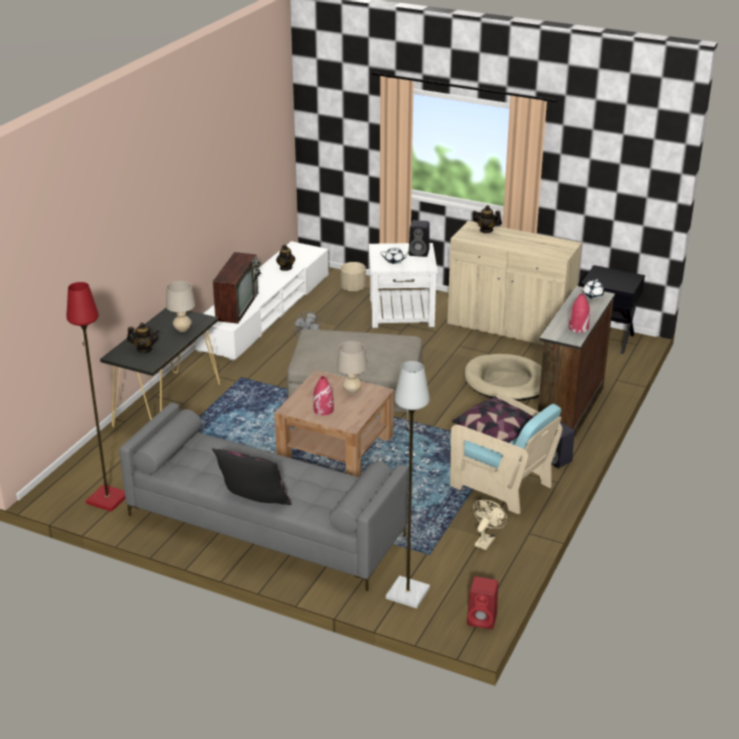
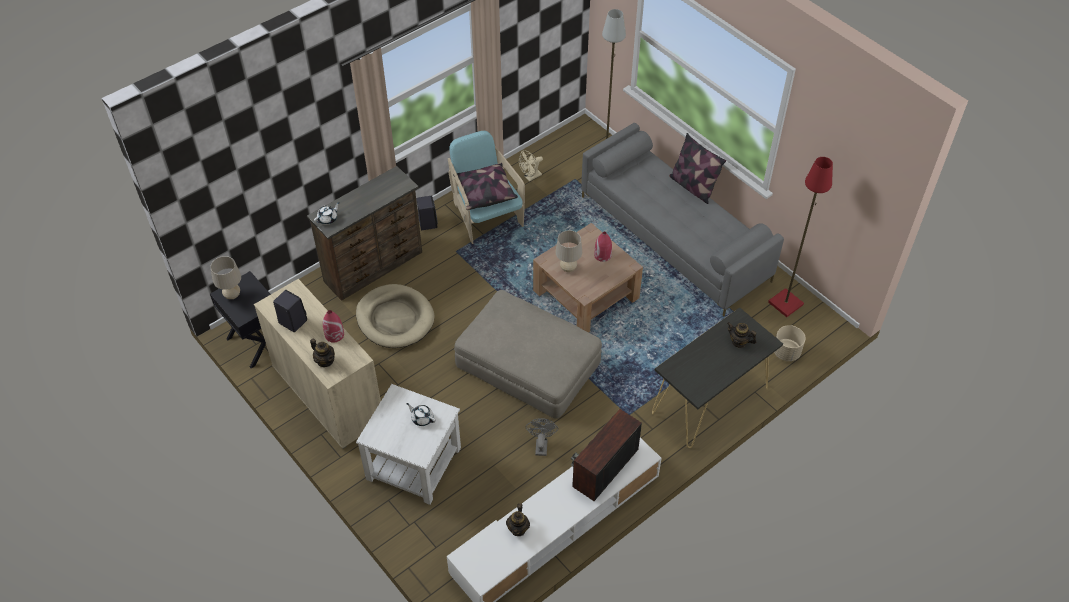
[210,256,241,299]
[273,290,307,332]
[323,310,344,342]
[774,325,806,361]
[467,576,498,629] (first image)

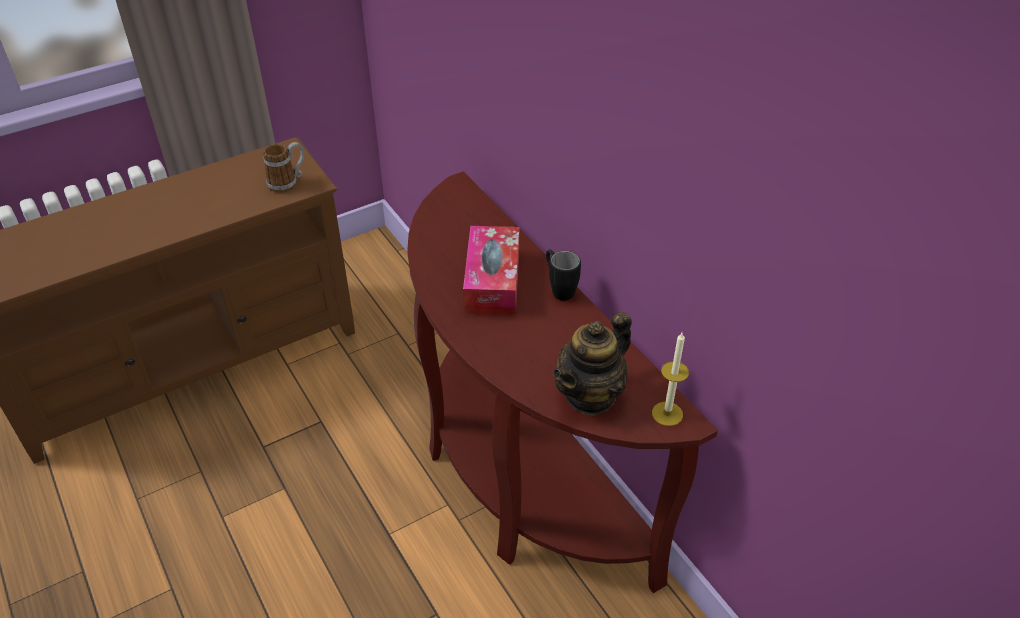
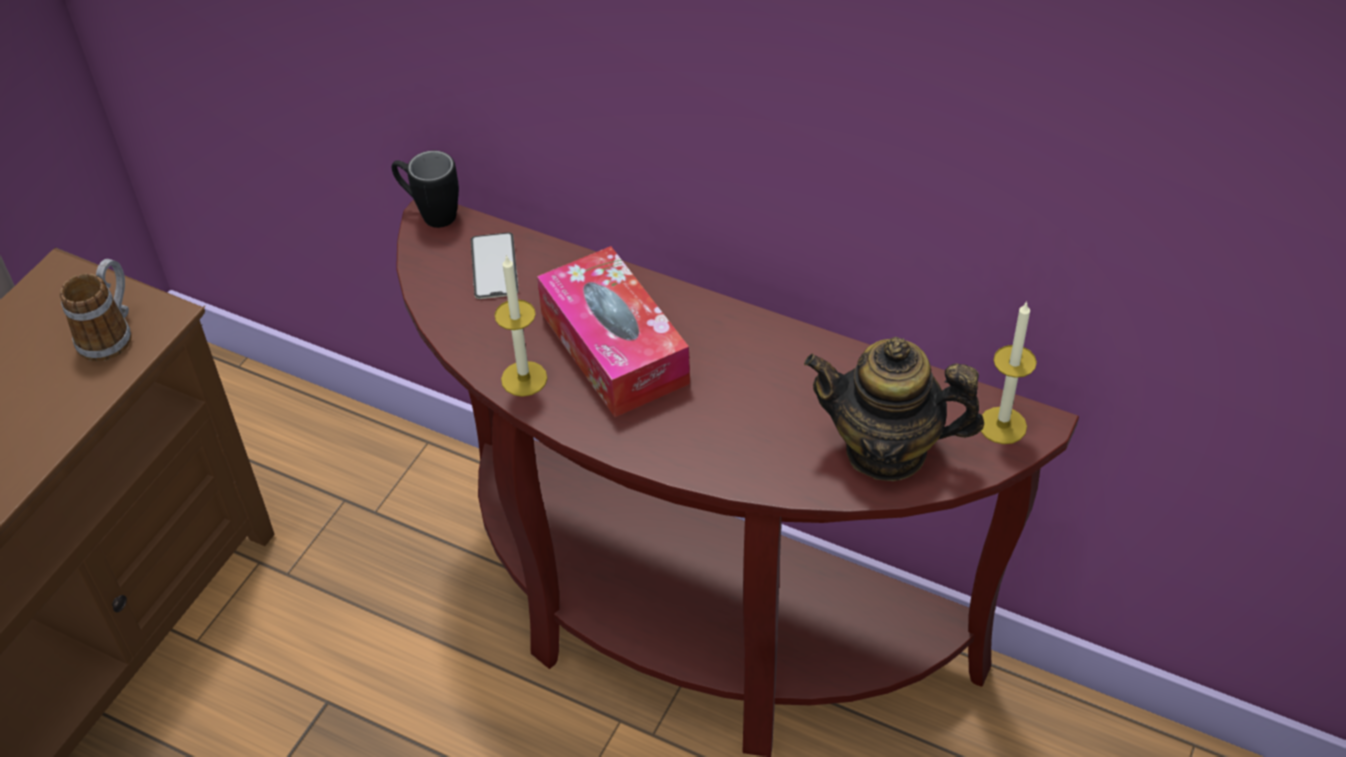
[392,151,459,228]
[471,232,519,299]
[494,255,547,397]
[804,337,984,481]

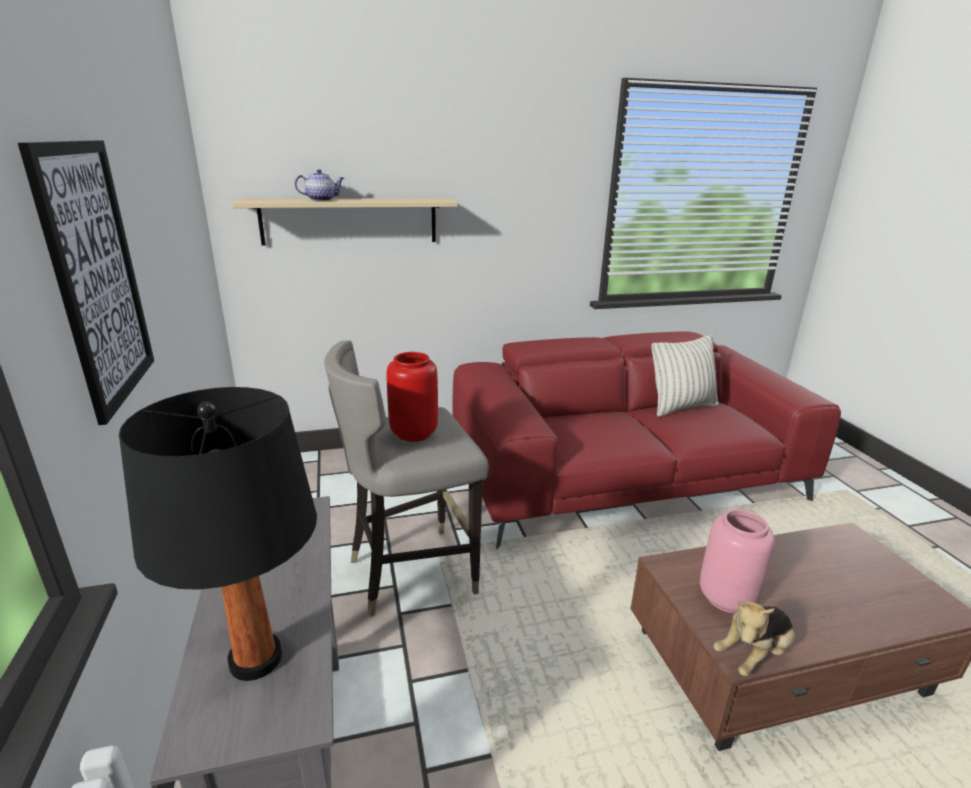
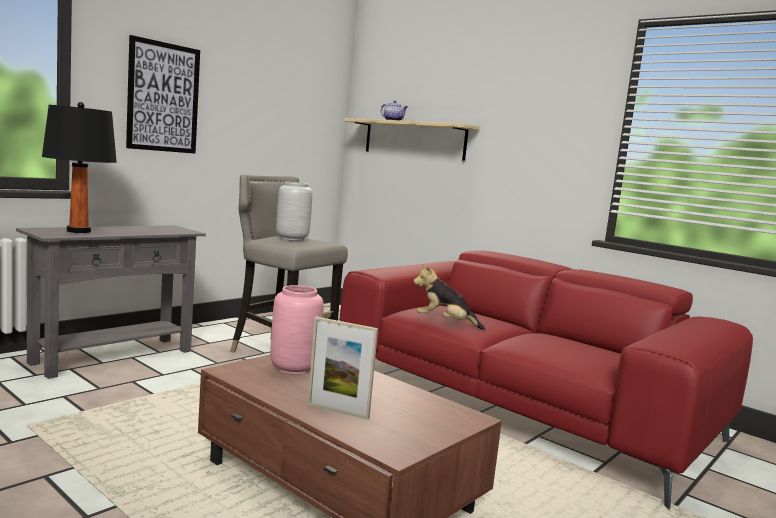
[276,182,312,241]
[308,316,378,419]
[413,264,485,330]
[652,335,718,417] (first image)

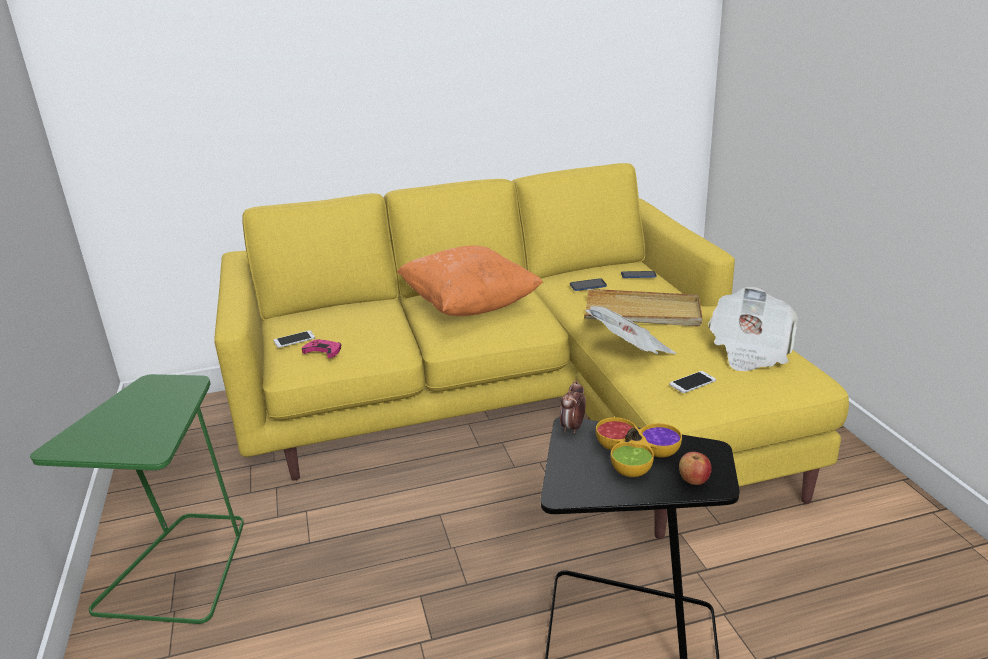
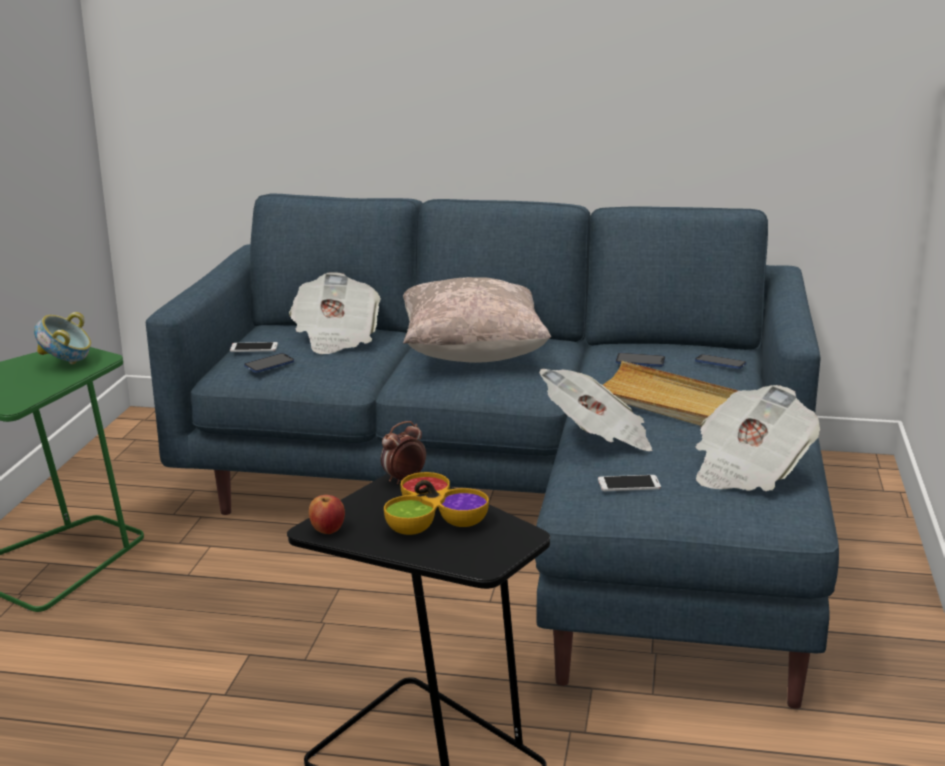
[34,312,91,364]
[146,193,839,709]
[244,353,294,373]
[289,272,381,354]
[309,495,345,534]
[403,277,551,363]

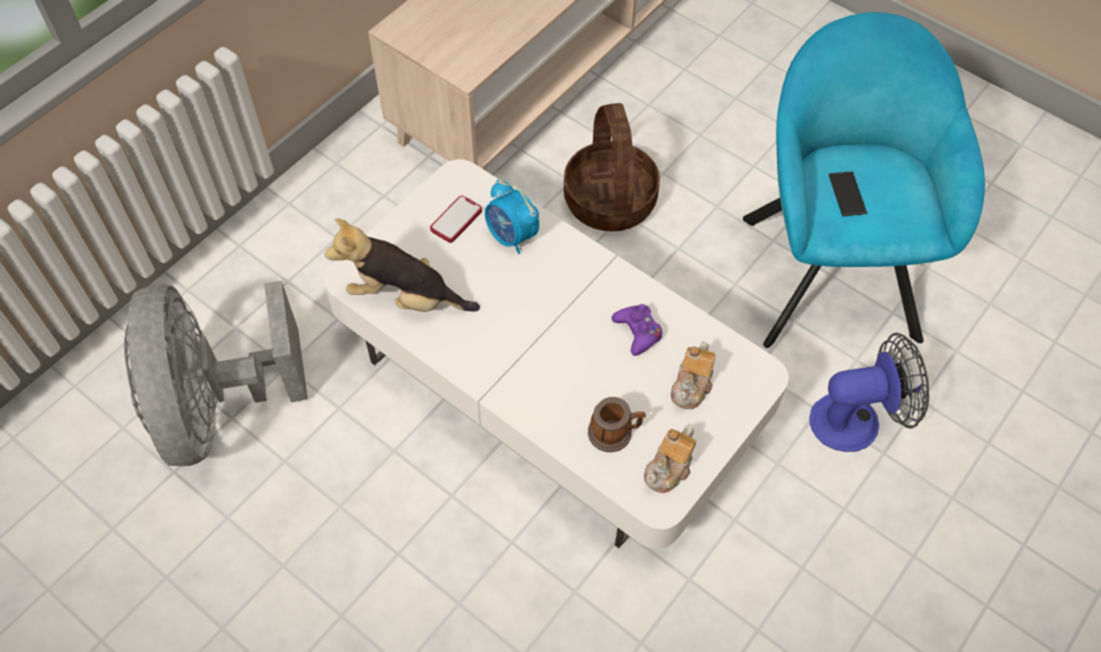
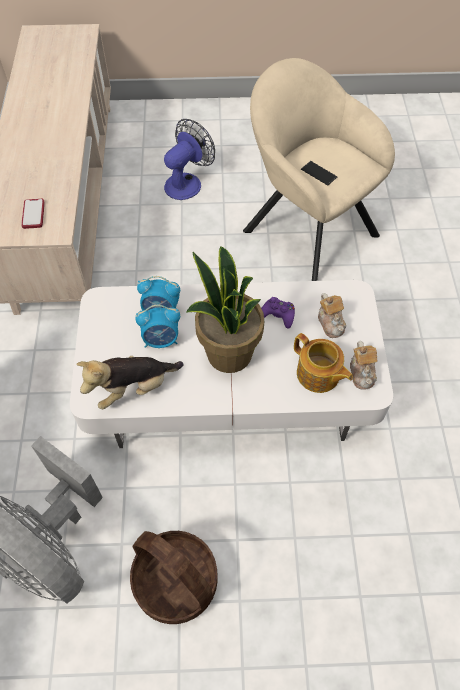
[21,199,45,229]
[130,531,218,624]
[136,305,180,348]
[164,119,215,200]
[186,246,264,373]
[243,58,395,281]
[294,333,353,393]

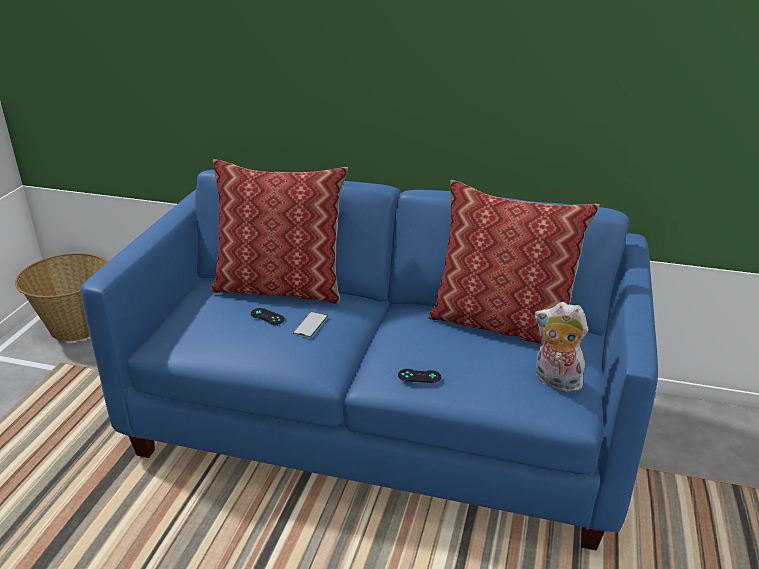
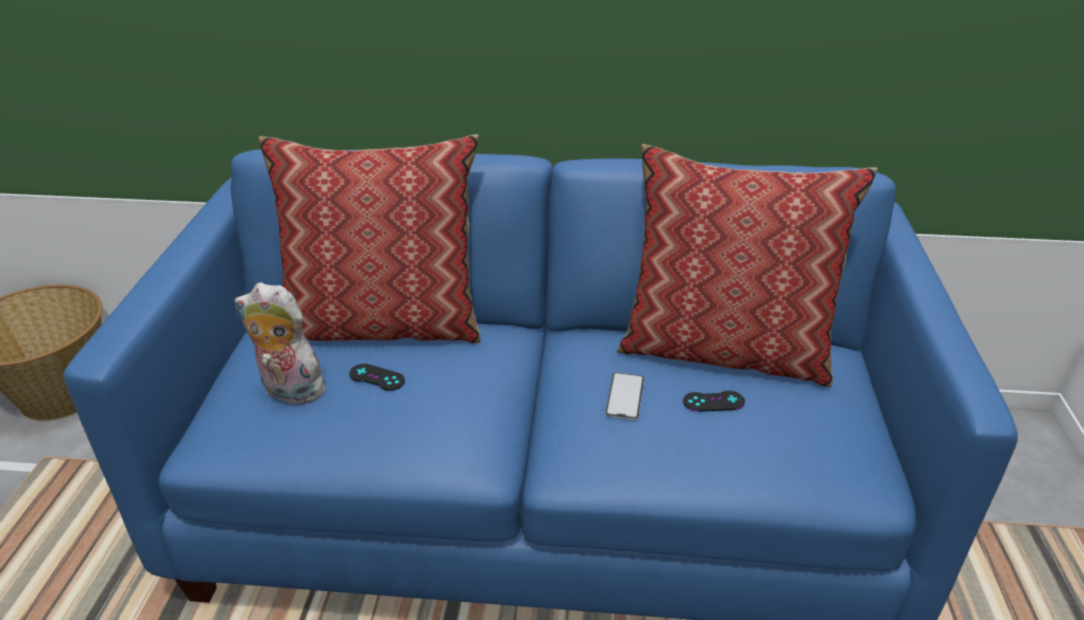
[235,283,326,405]
[605,372,644,420]
[683,391,745,412]

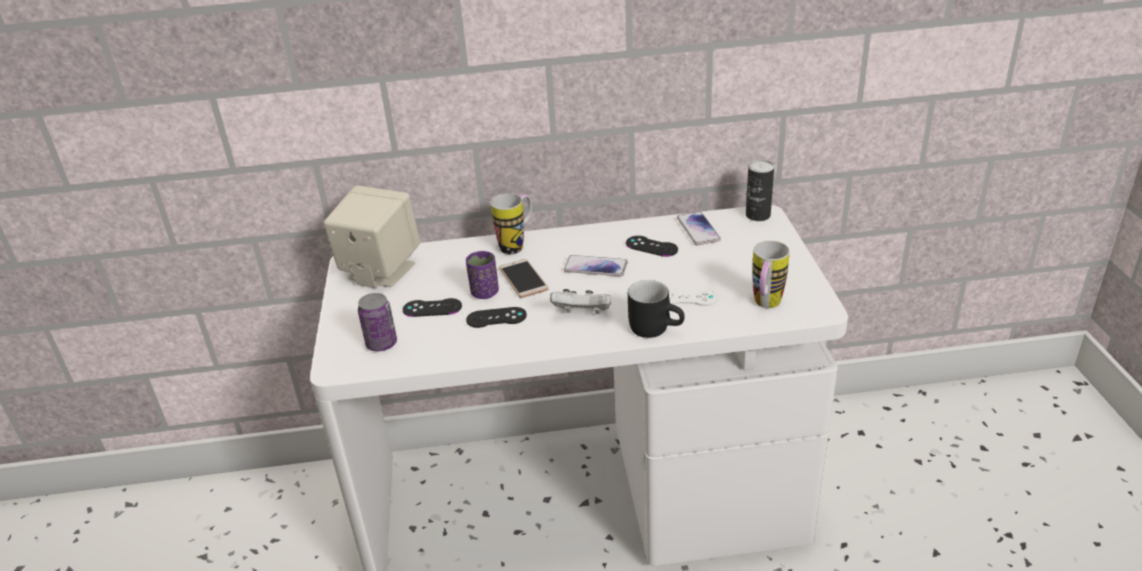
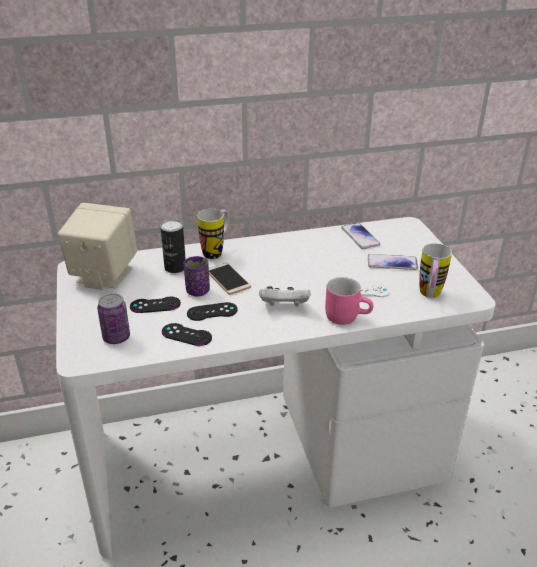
[160,220,186,273]
[162,323,212,346]
[325,277,373,325]
[368,254,418,270]

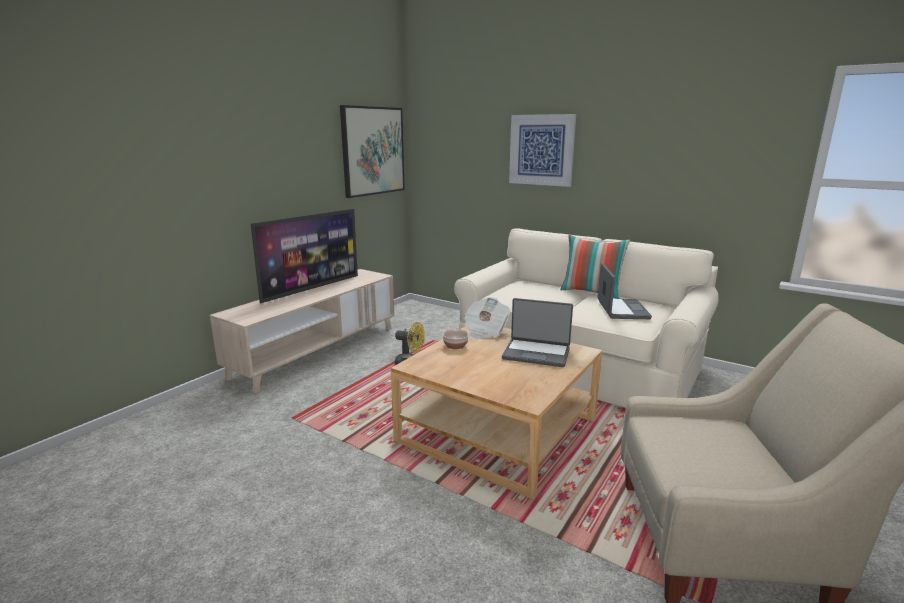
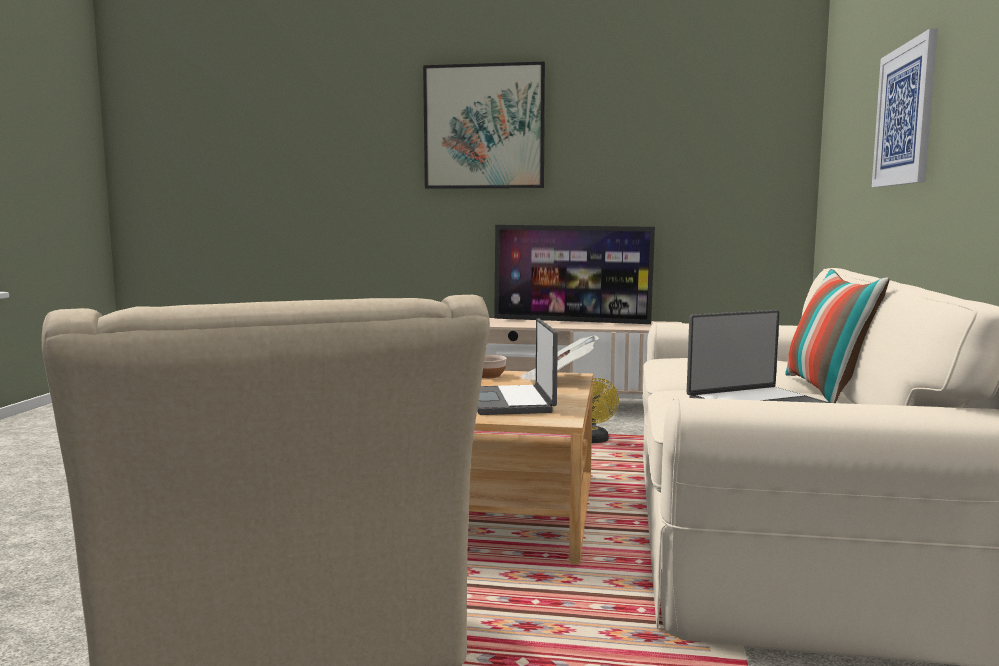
[423,62,545,189]

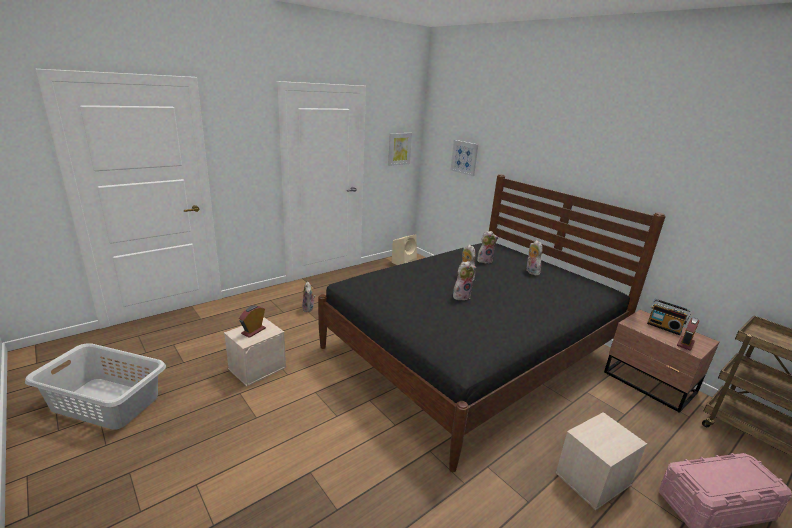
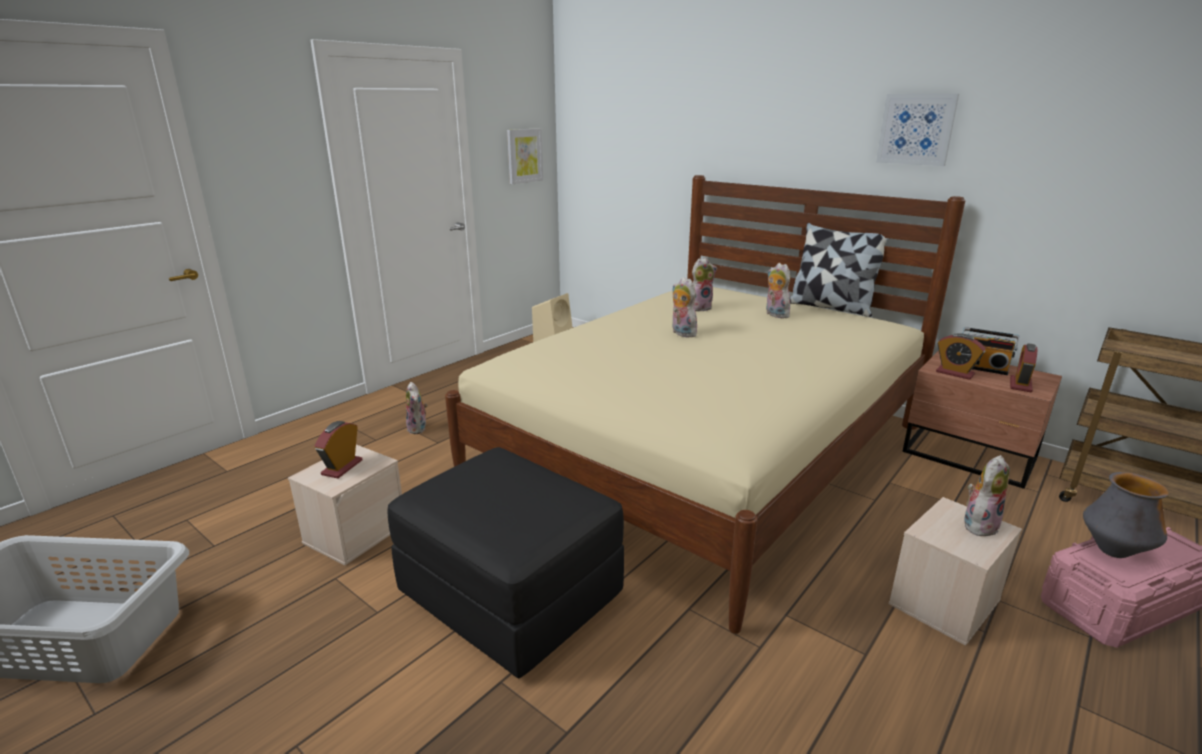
[388,447,624,679]
[445,175,965,634]
[790,223,889,317]
[876,94,959,166]
[936,333,986,380]
[964,455,1010,536]
[1083,472,1169,558]

